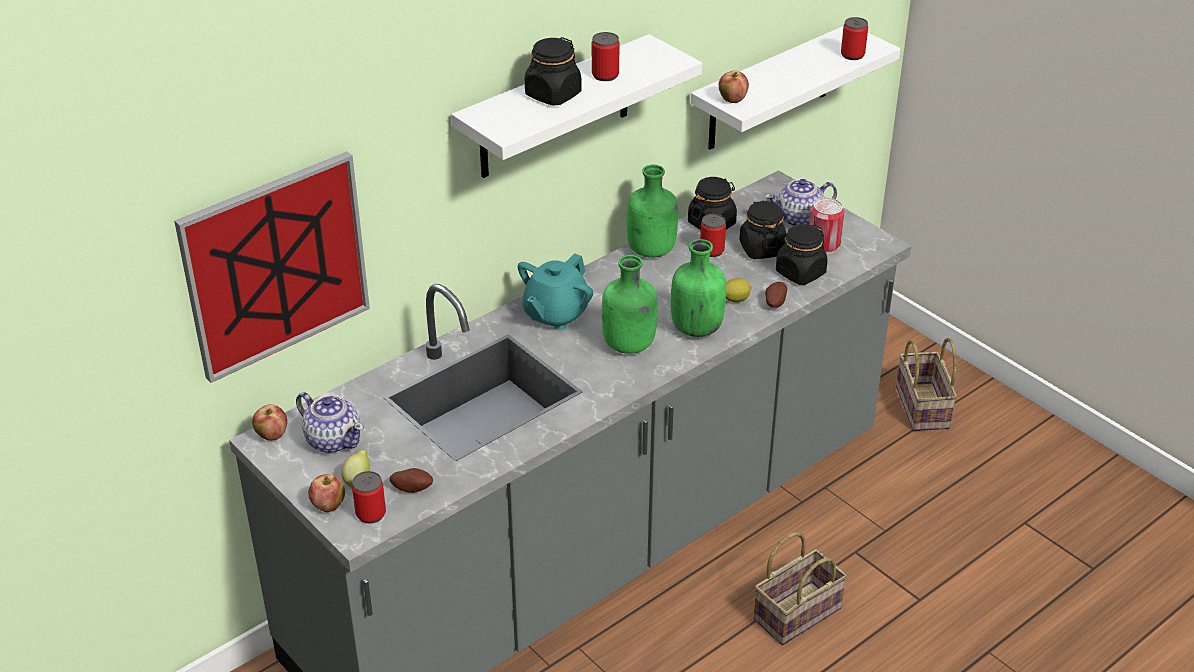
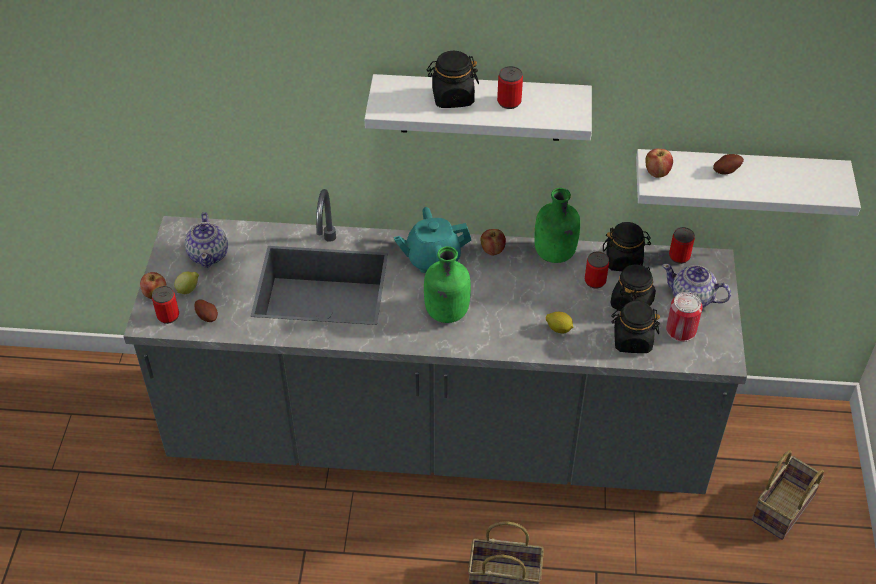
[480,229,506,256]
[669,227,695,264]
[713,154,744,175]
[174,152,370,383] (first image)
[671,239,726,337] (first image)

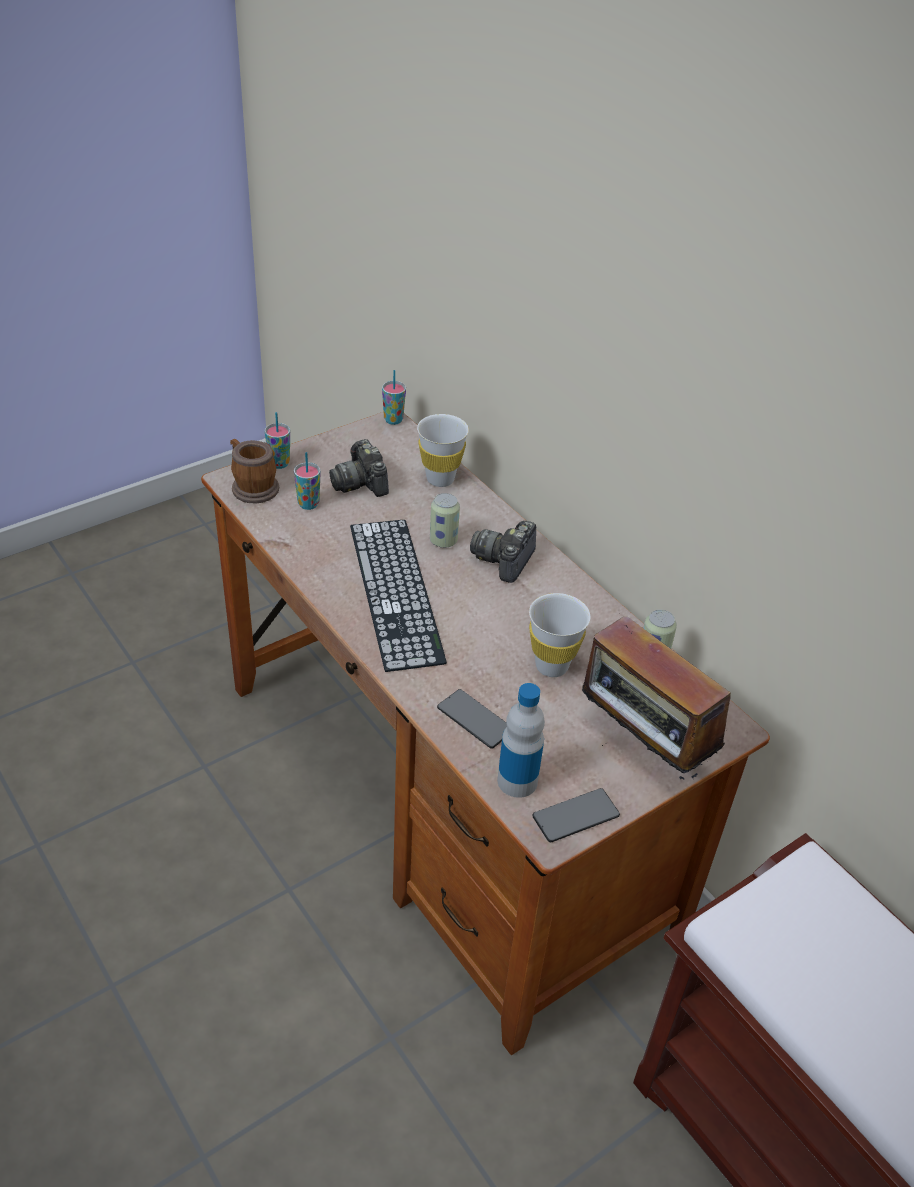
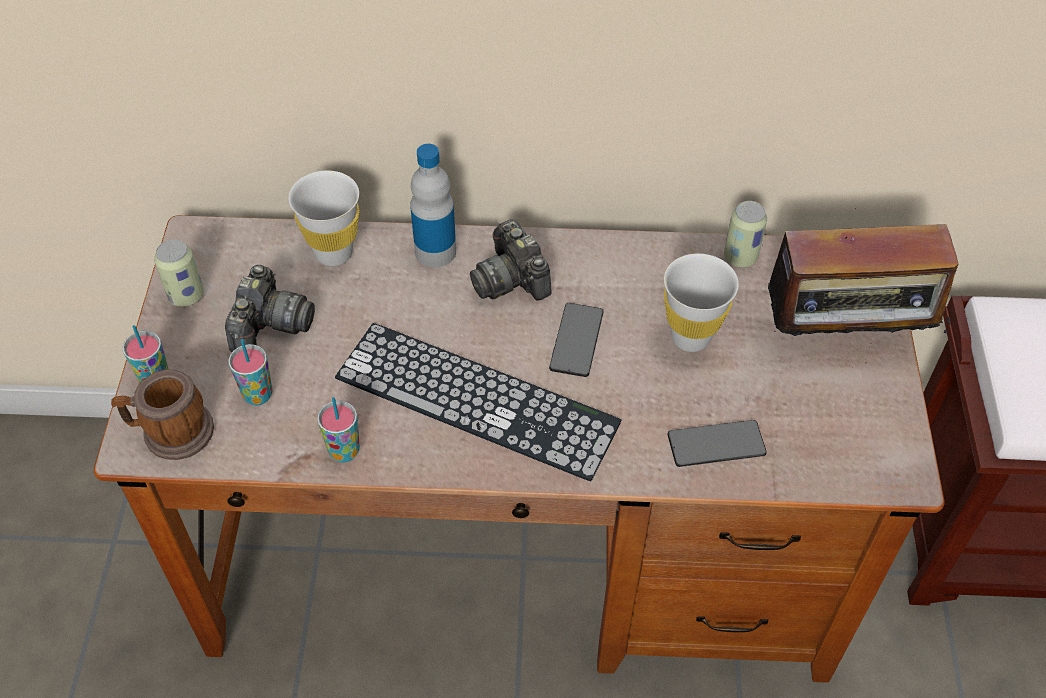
[154,239,204,307]
[225,265,315,352]
[317,397,360,462]
[410,144,456,267]
[549,303,603,377]

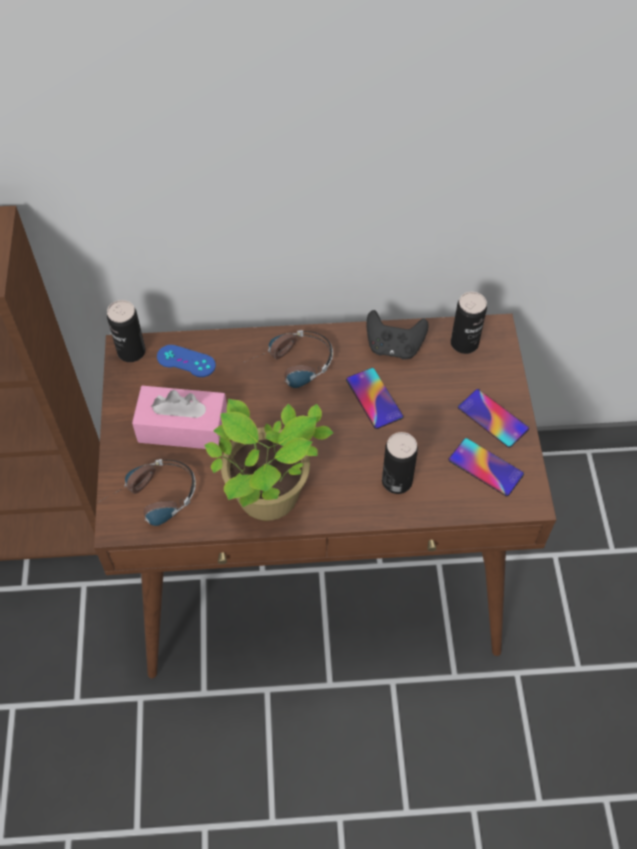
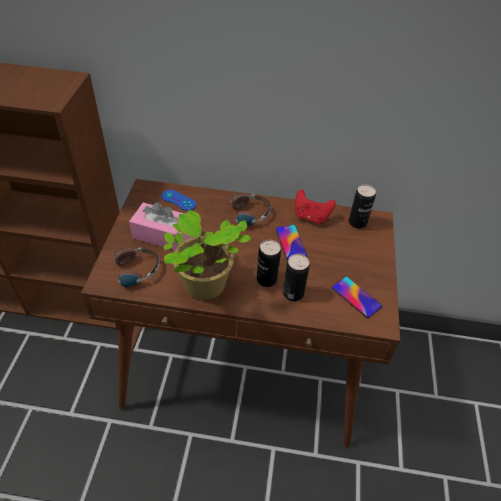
[257,240,281,287]
[295,189,336,224]
[458,389,529,448] (first image)

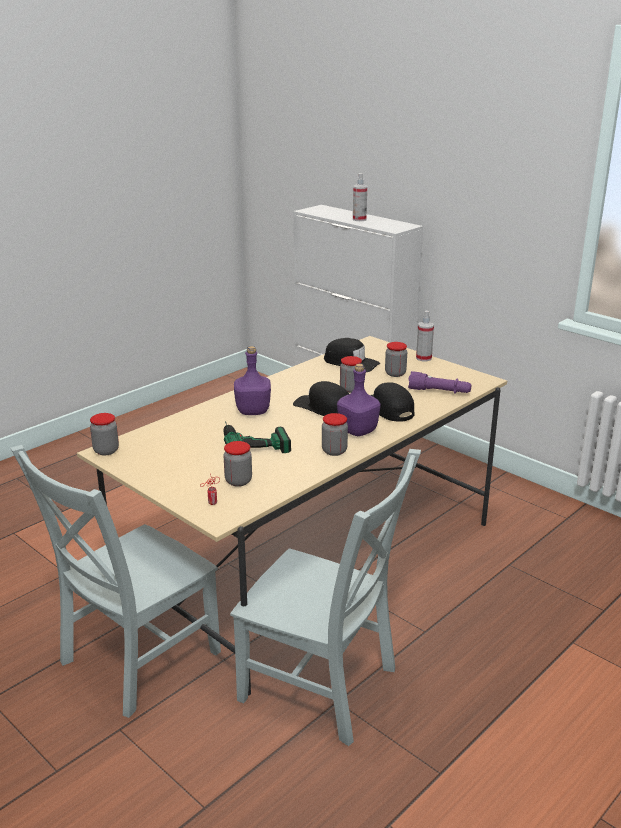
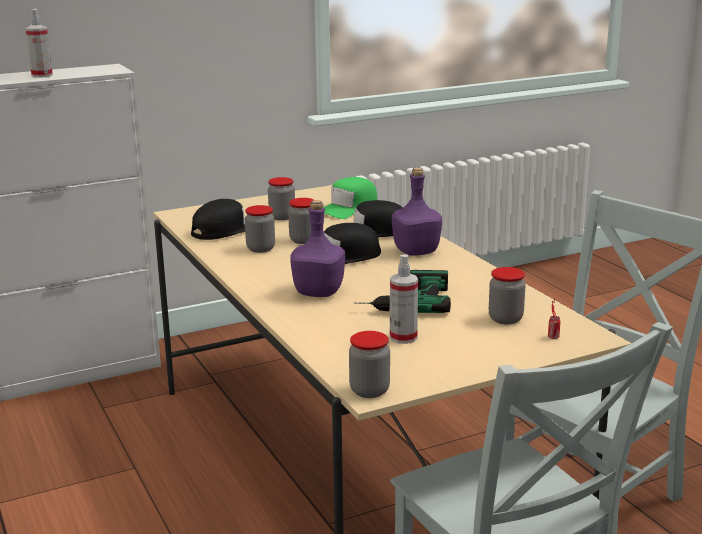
[245,205,275,253]
[323,177,377,219]
[390,254,418,344]

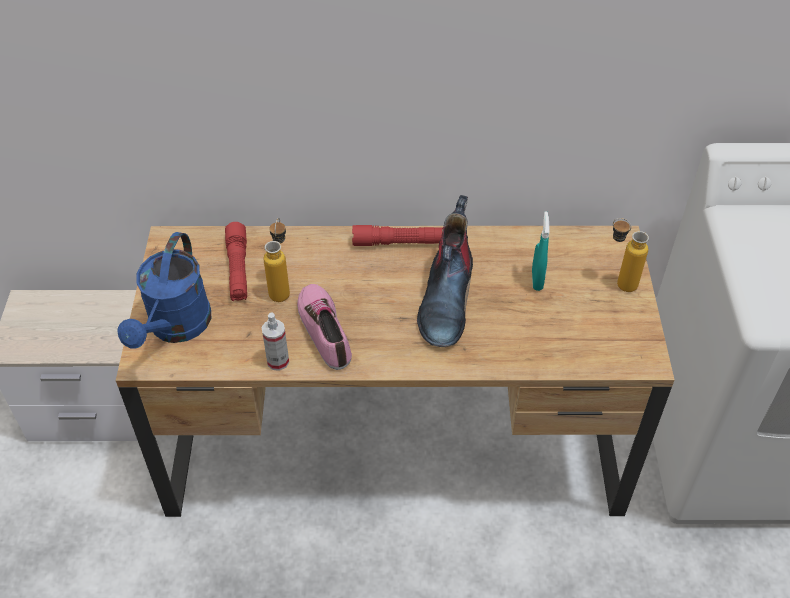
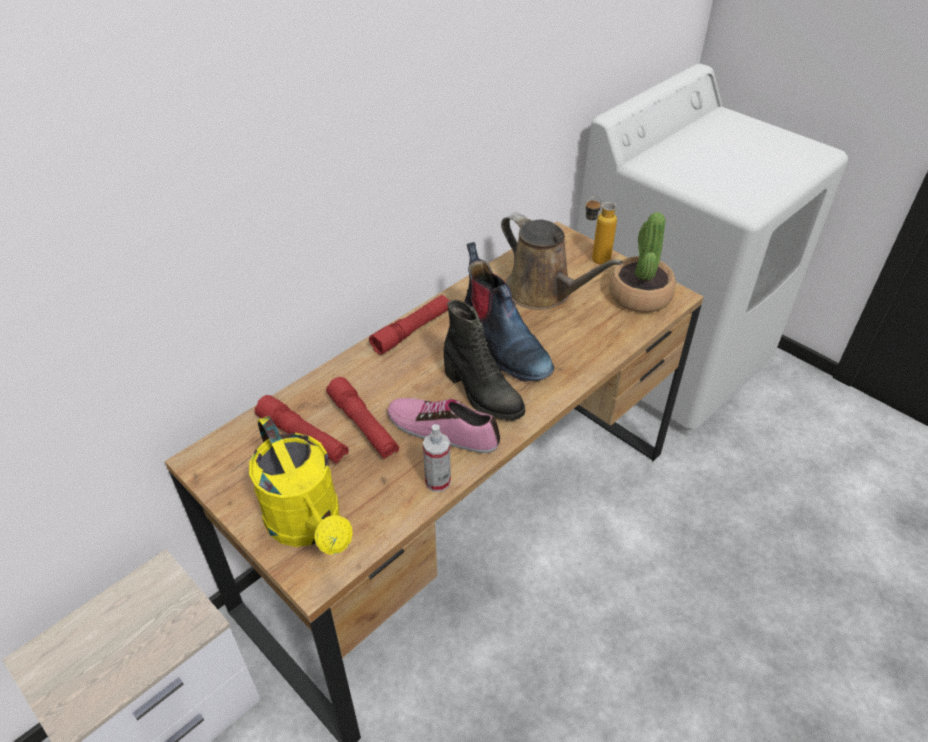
[249,416,353,555]
[326,377,399,459]
[443,300,525,421]
[501,212,623,310]
[609,212,676,313]

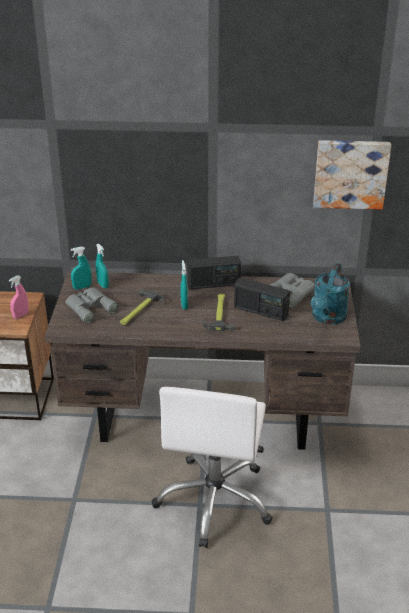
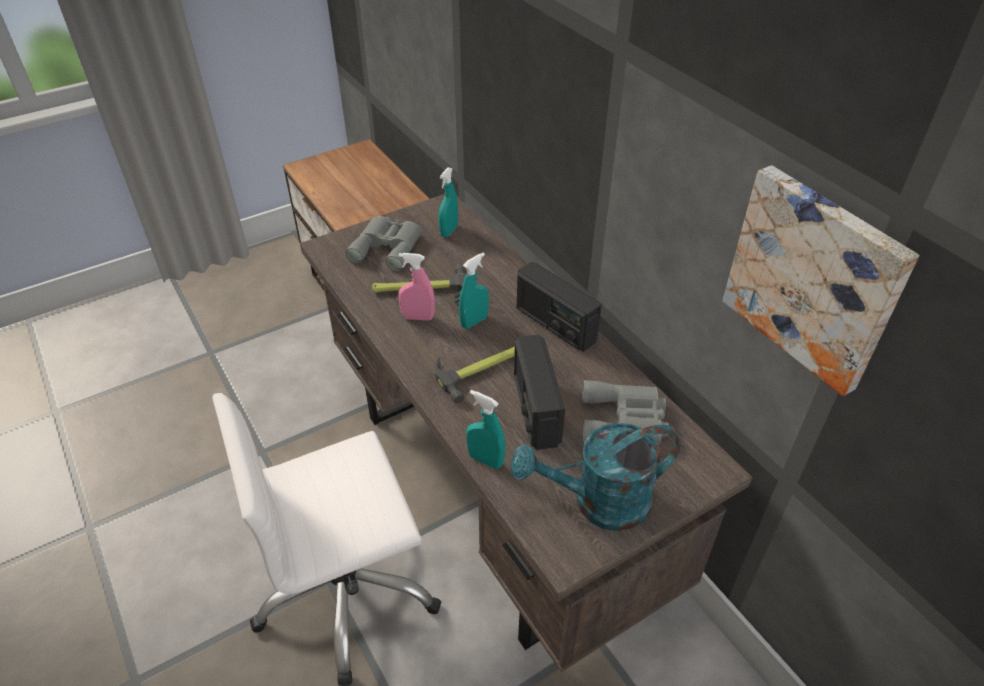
[398,253,435,321]
[466,390,505,469]

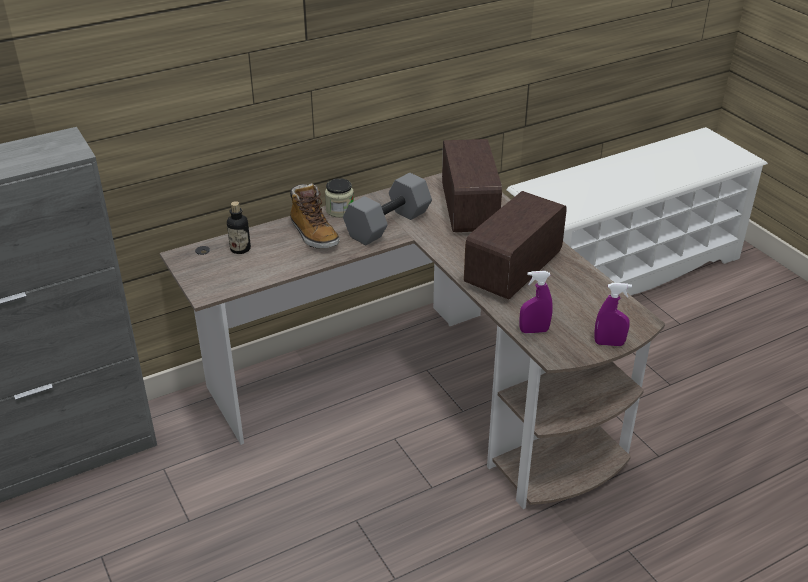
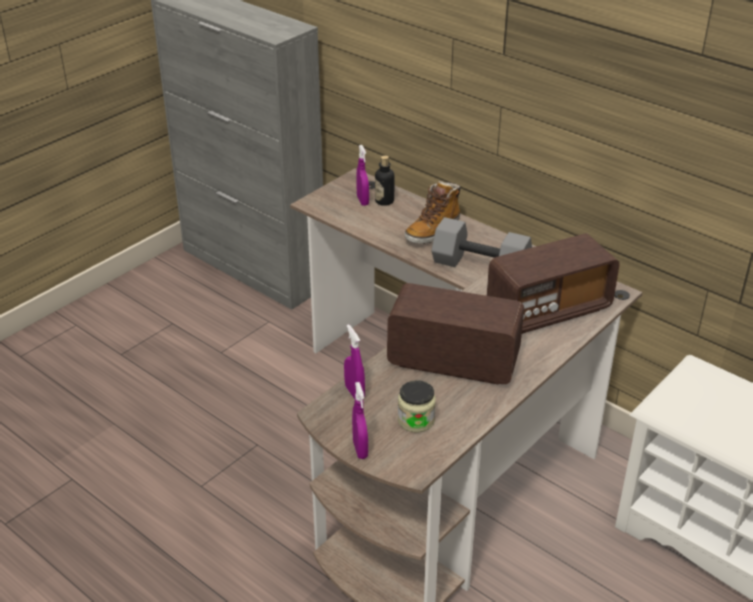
[356,145,369,206]
[398,380,436,433]

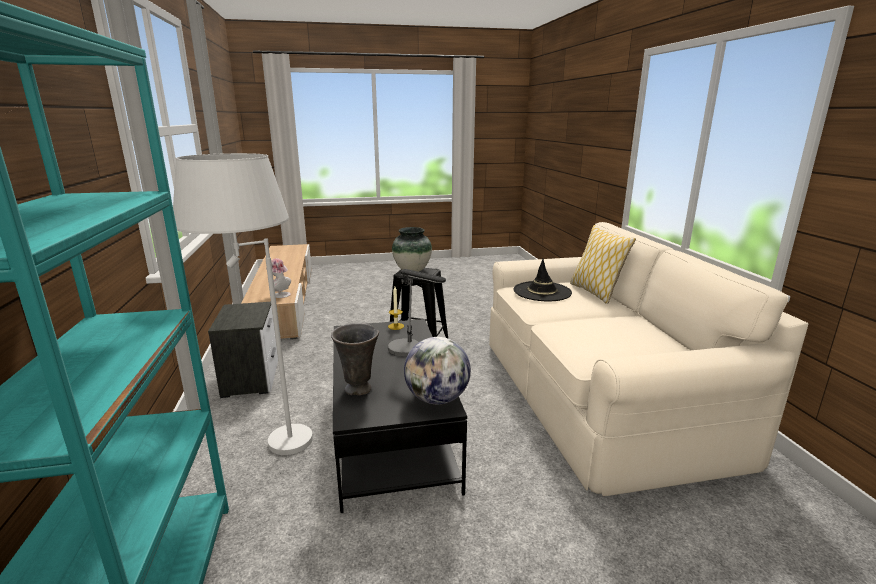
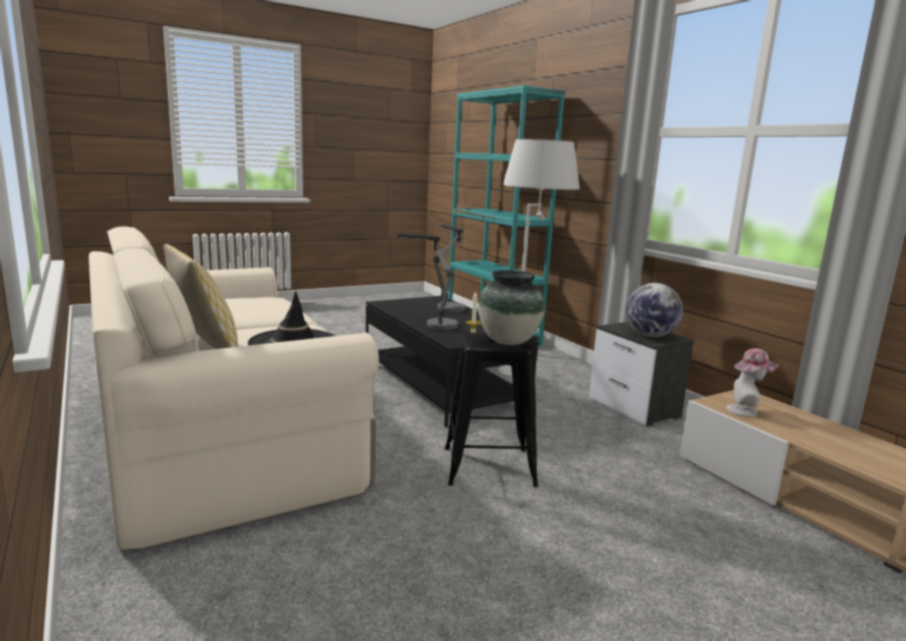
[432,225,466,312]
[626,283,683,337]

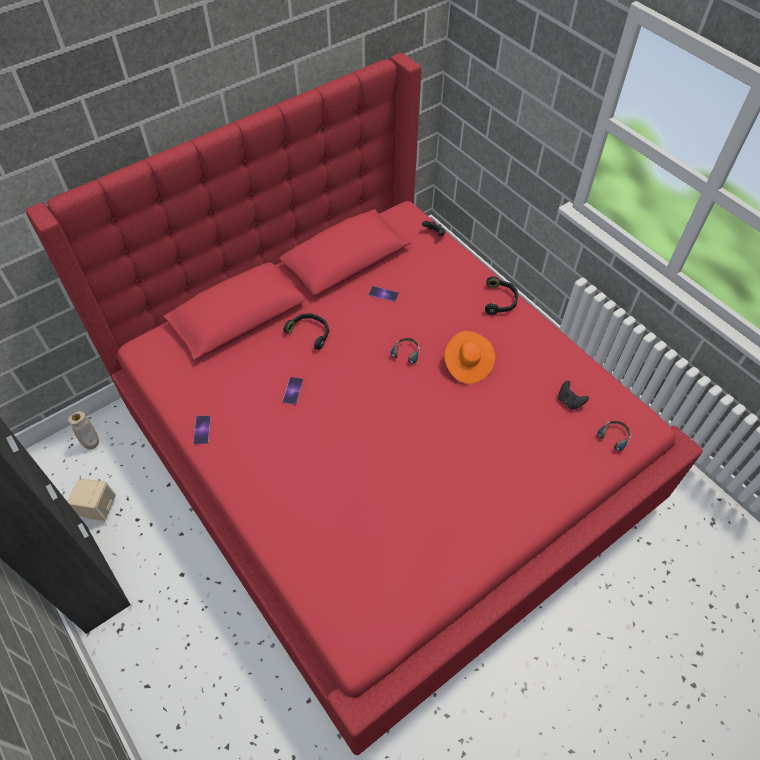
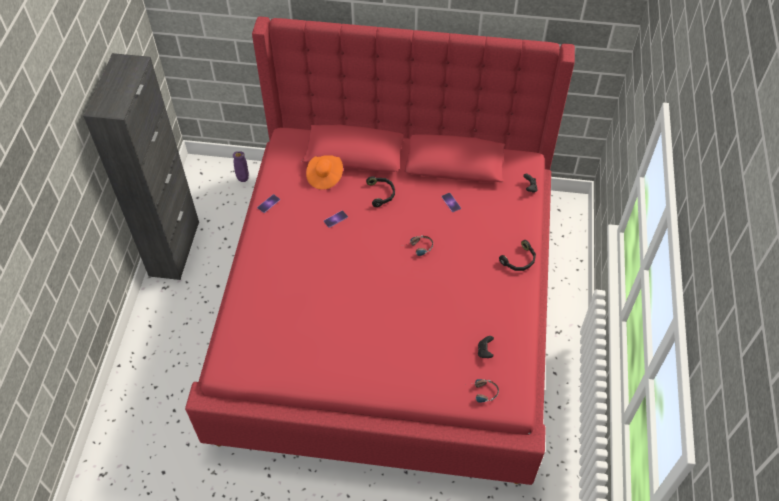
[233,151,249,182]
[306,155,343,190]
[68,479,116,522] (first image)

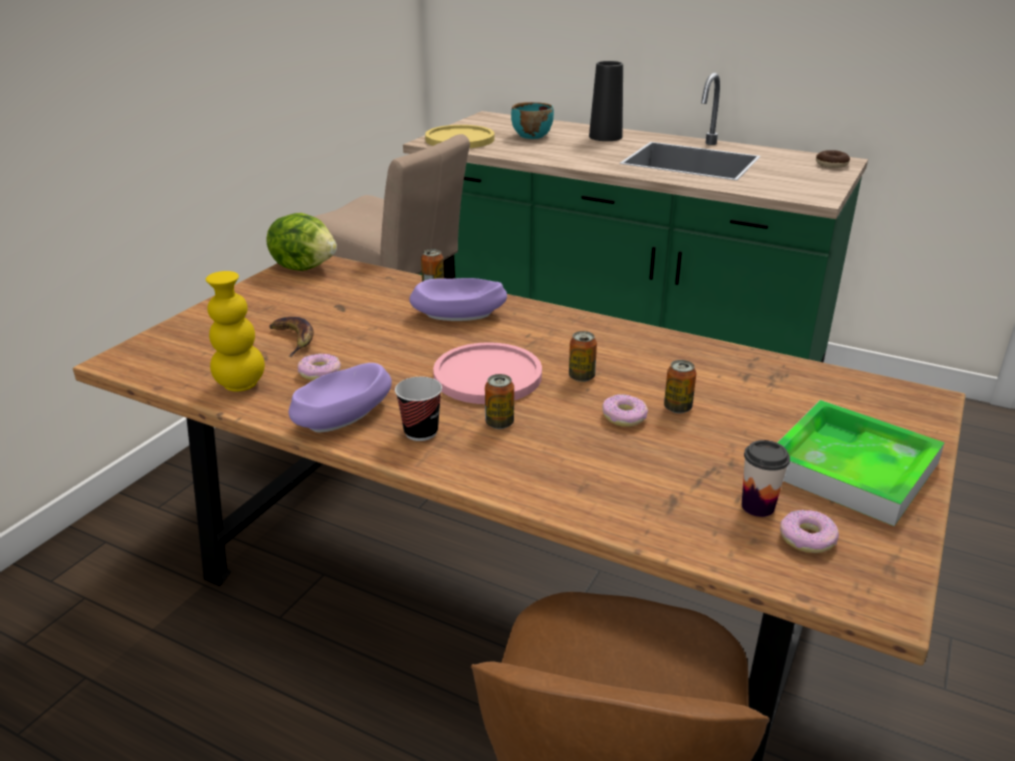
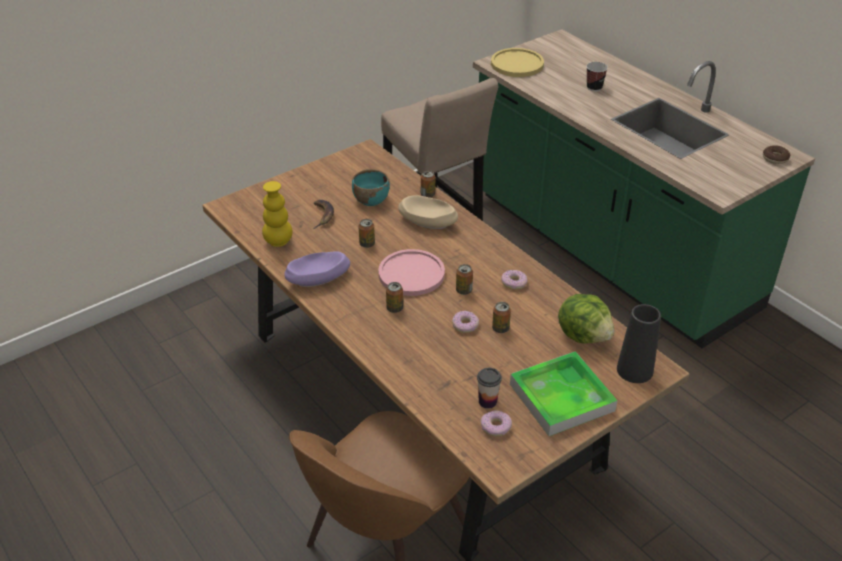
[352,169,390,206]
[358,219,375,248]
[398,195,458,229]
[501,270,528,290]
[558,294,614,344]
[586,62,608,91]
[617,304,661,383]

